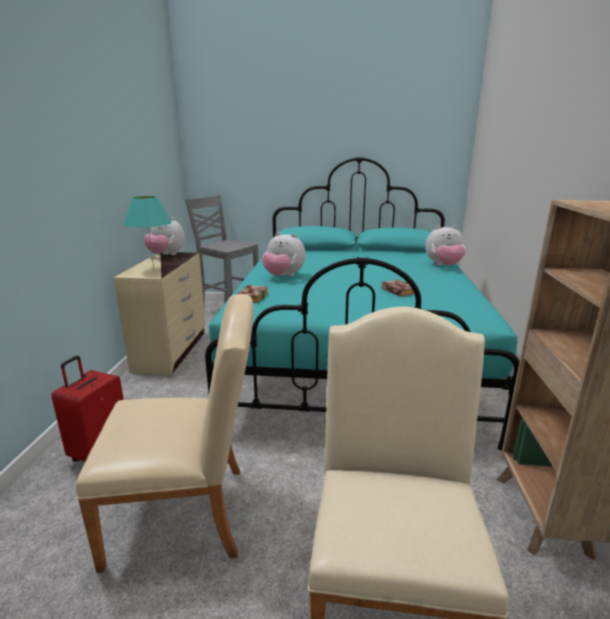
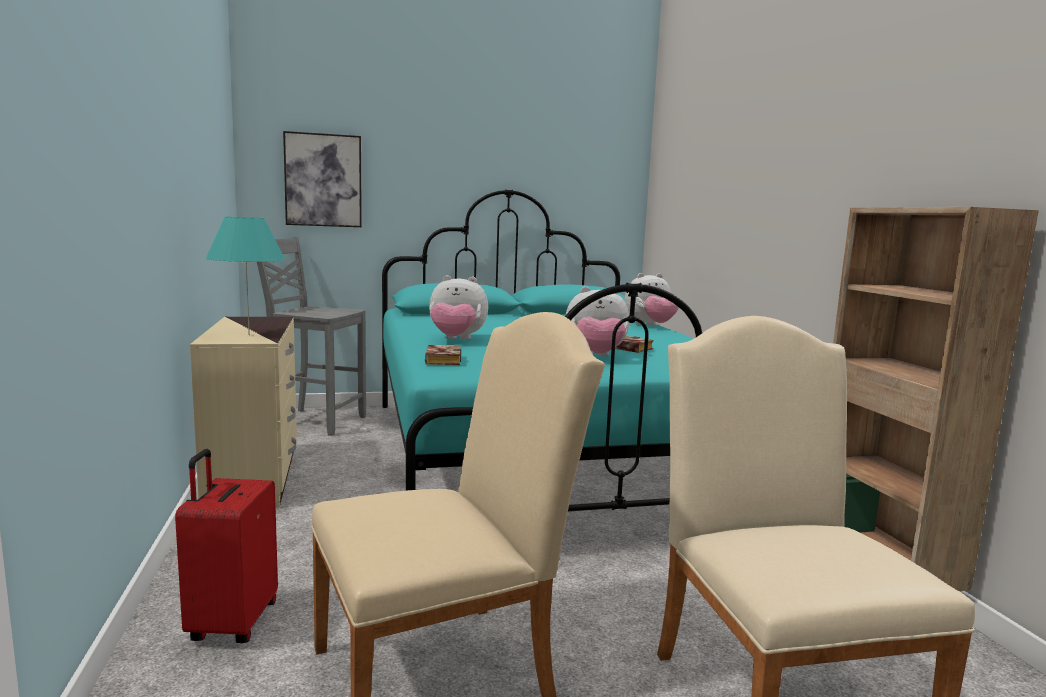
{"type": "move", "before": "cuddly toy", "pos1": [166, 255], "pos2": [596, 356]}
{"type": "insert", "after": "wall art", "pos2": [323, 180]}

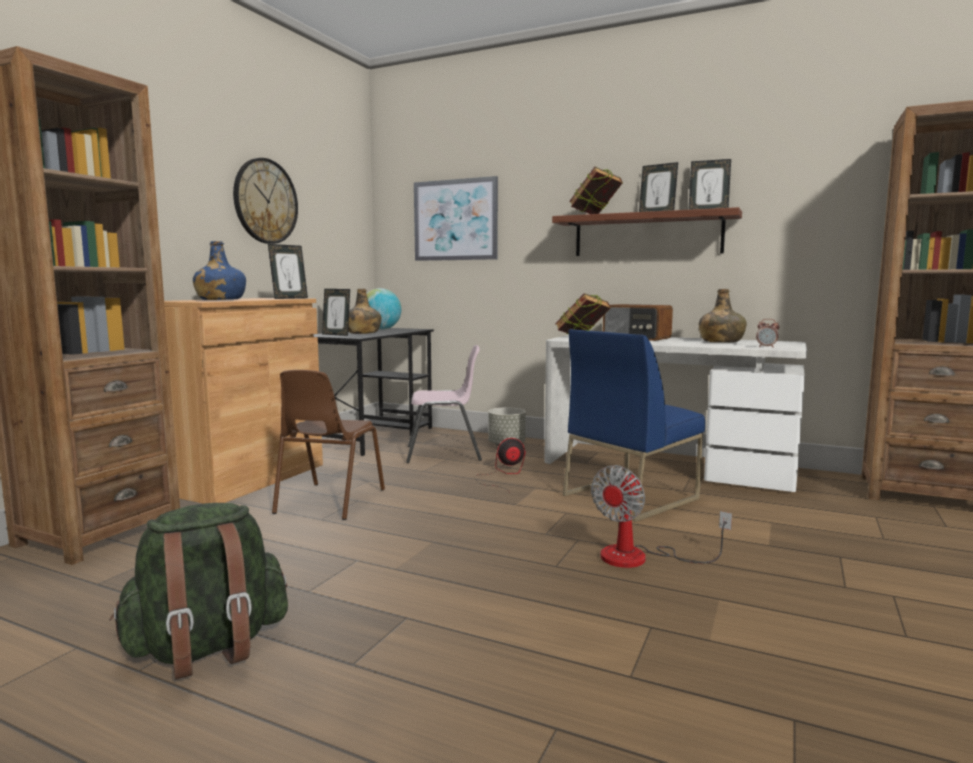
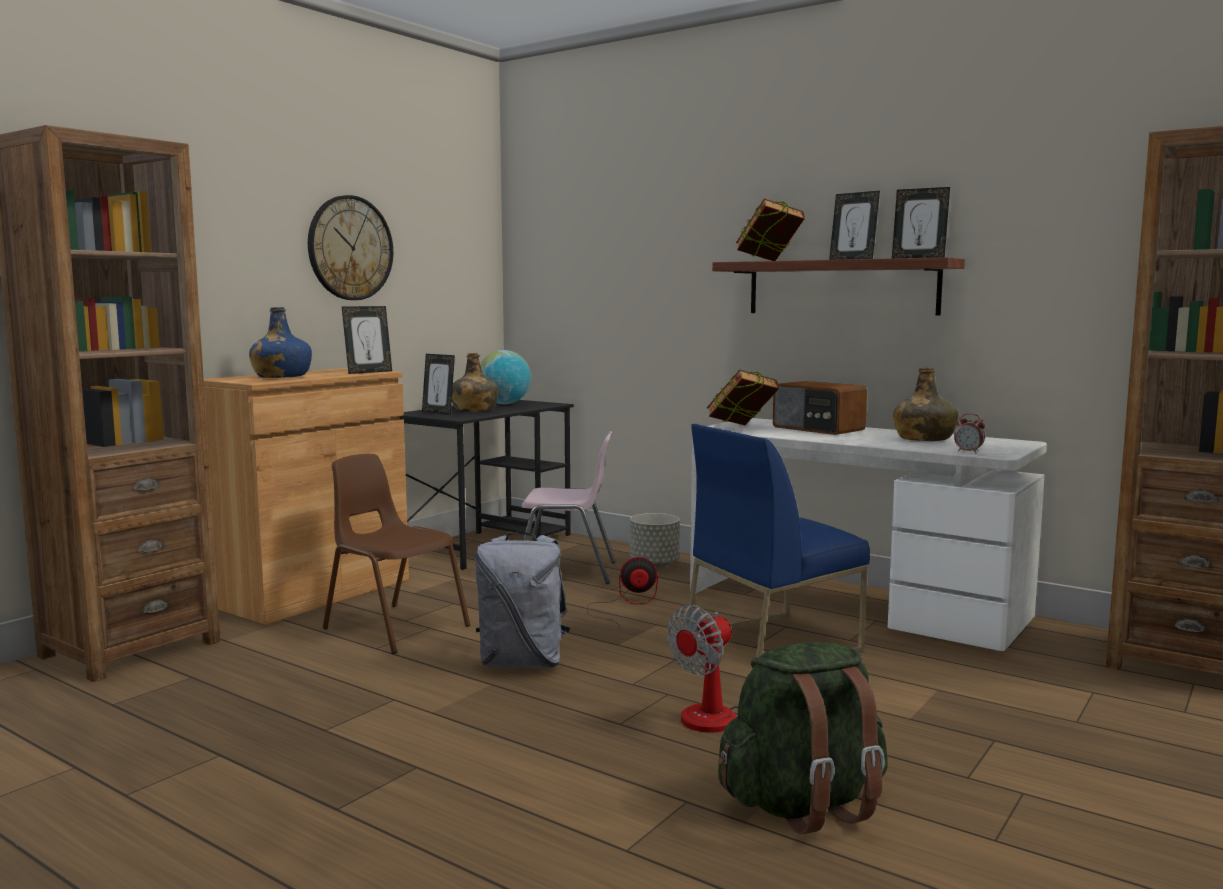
{"type": "delete", "before": "wall art", "pos1": [455, 220]}
{"type": "rotate", "before": "brownish chair", "pos1": [328, 501], "pos2": [394, 627], "turn": 105}
{"type": "move", "before": "green-coloured backpack", "pos1": [208, 648], "pos2": [803, 805]}
{"type": "insert", "after": "grey backpack", "pos2": [523, 663]}

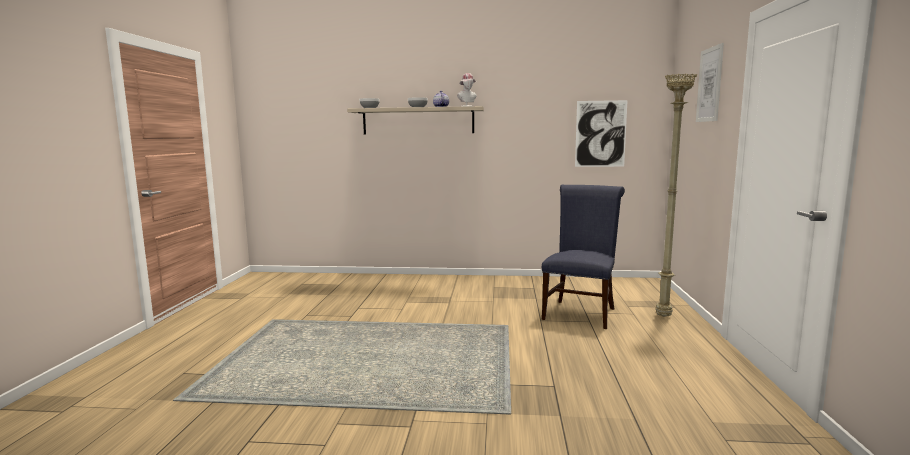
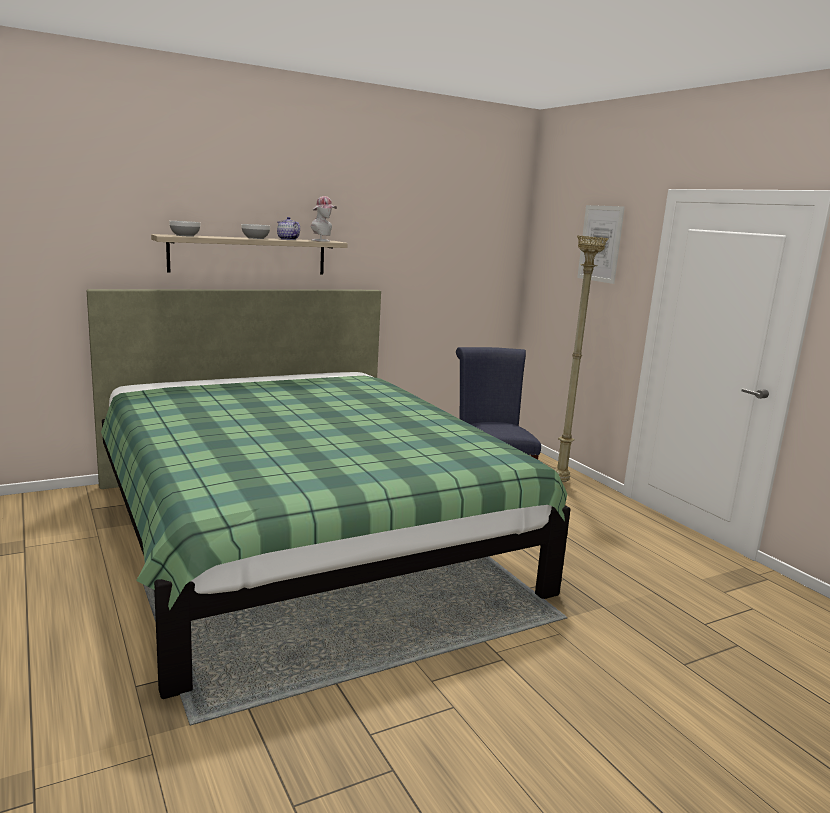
{"type": "delete", "before": "wall art", "pos1": [600, 134]}
{"type": "insert", "after": "green-coloured bed", "pos2": [301, 535]}

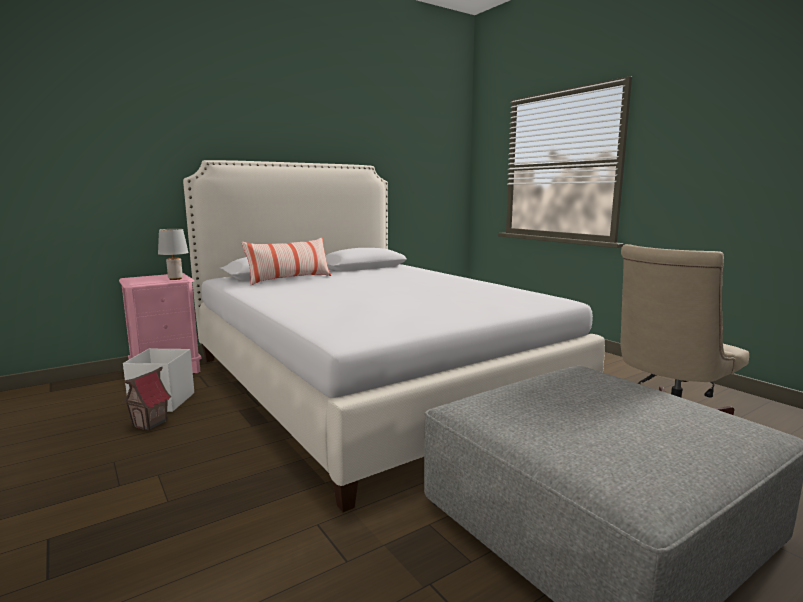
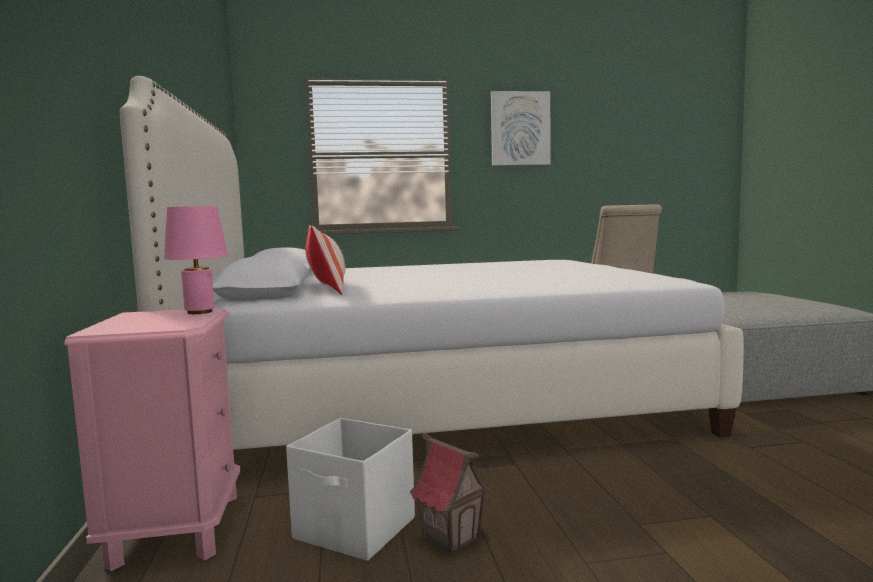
{"type": "recolor", "before": "grey lamp for a table", "after": "pink-coloured lamp for a table", "pos1": [176, 279], "pos2": [199, 312]}
{"type": "insert", "after": "wall art", "pos2": [520, 128]}

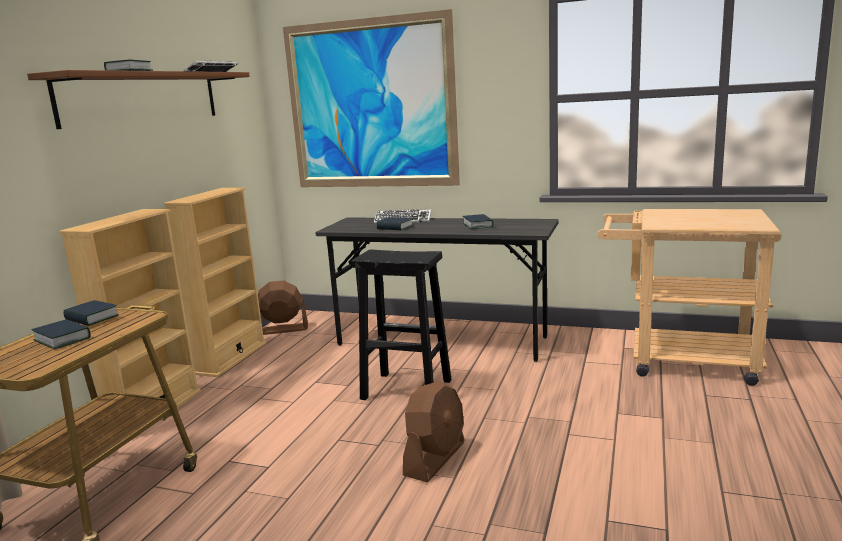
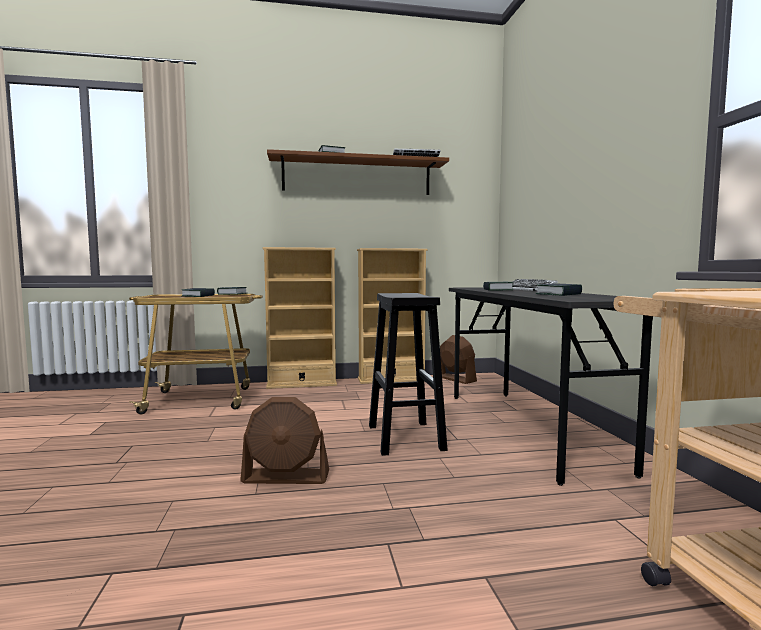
{"type": "delete", "before": "wall art", "pos1": [370, 105]}

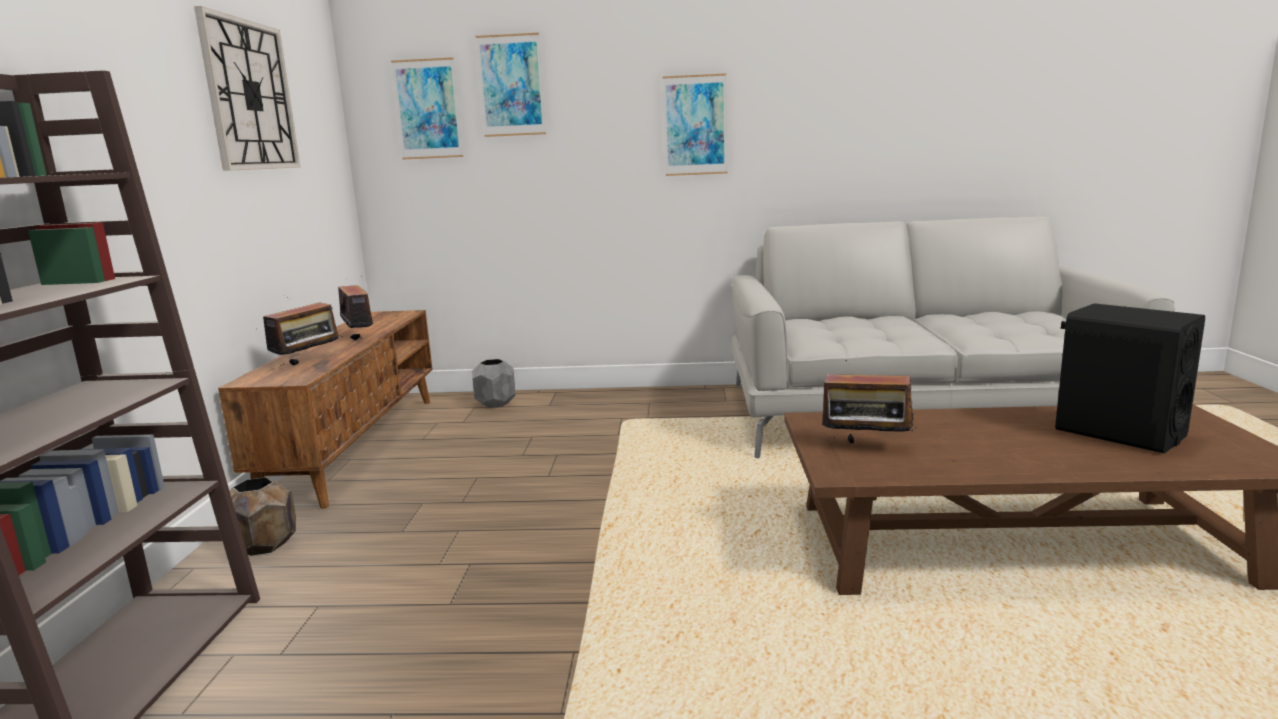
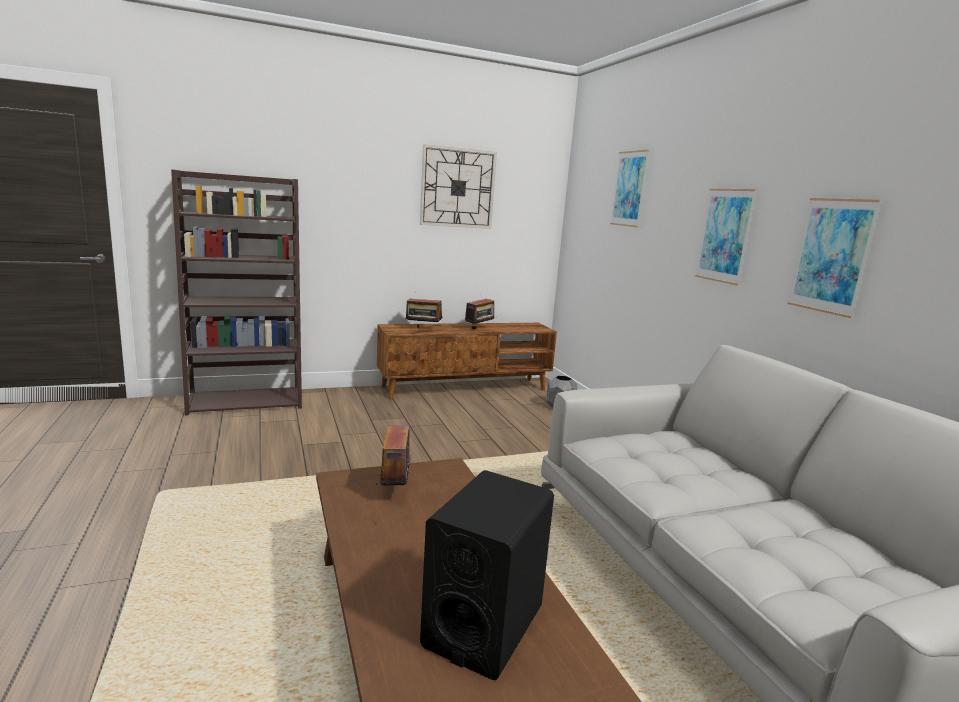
{"type": "move", "before": "wall art", "pos1": [427, 109], "pos2": [831, 256]}
{"type": "delete", "before": "brownish plant pot", "pos1": [263, 546]}

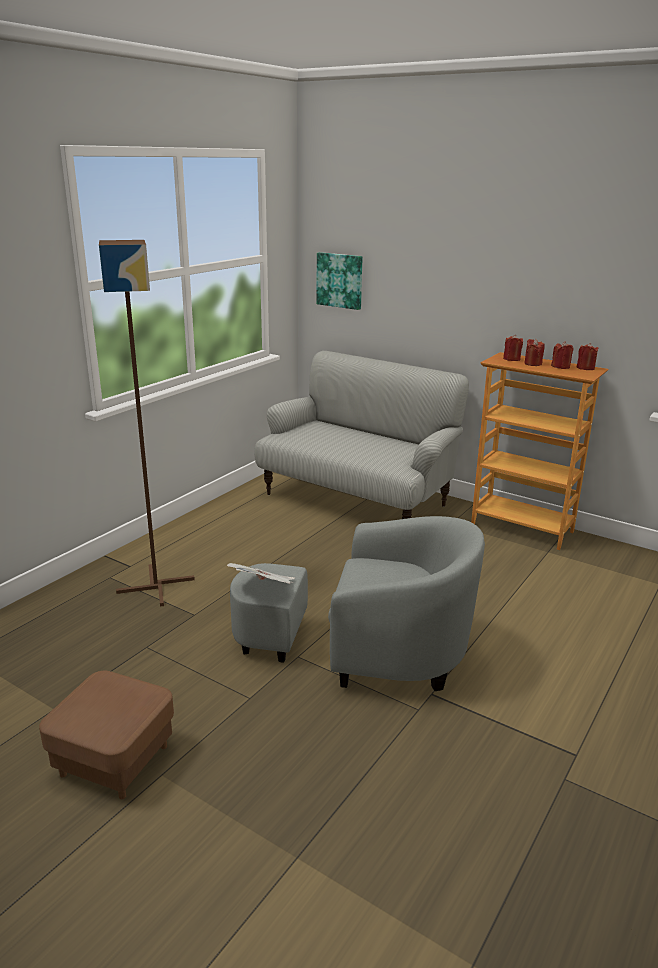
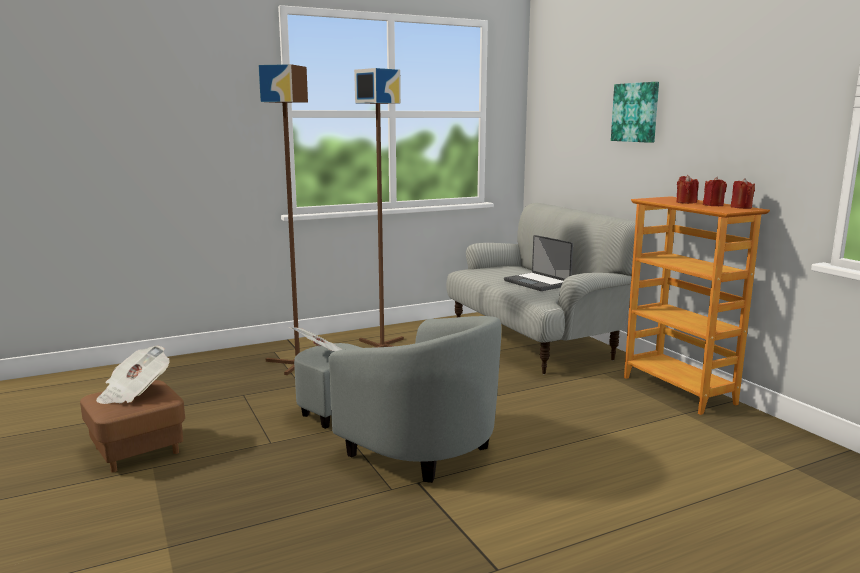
{"type": "move", "before": "wall art", "pos1": [340, 280], "pos2": [636, 112]}
{"type": "delete", "before": "reddish wax light", "pos1": [511, 359]}
{"type": "insert", "after": "brownish standard lamp", "pos2": [382, 346]}
{"type": "insert", "after": "notebook computer", "pos2": [538, 283]}
{"type": "insert", "after": "daily paper", "pos2": [134, 393]}

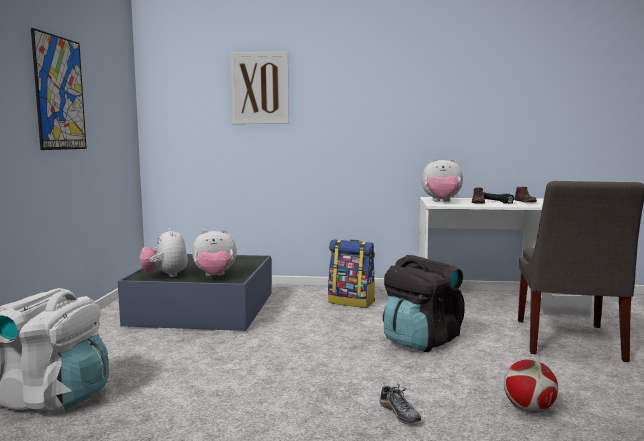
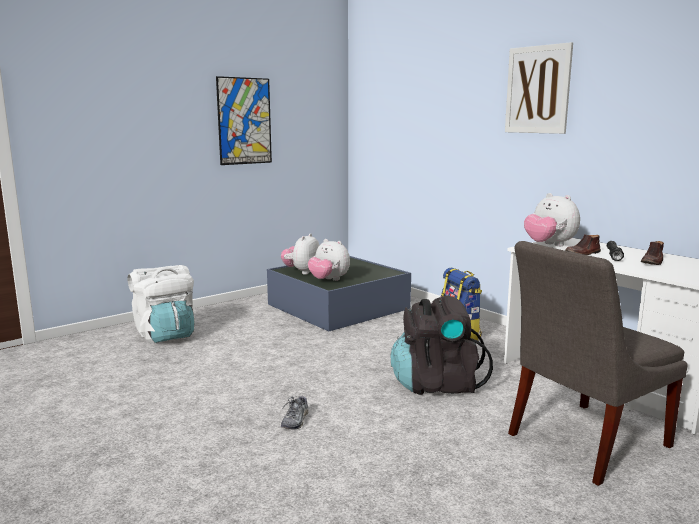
{"type": "move", "before": "wall art", "pos1": [259, 88], "pos2": [537, 90]}
{"type": "delete", "before": "football ball", "pos1": [529, 409]}

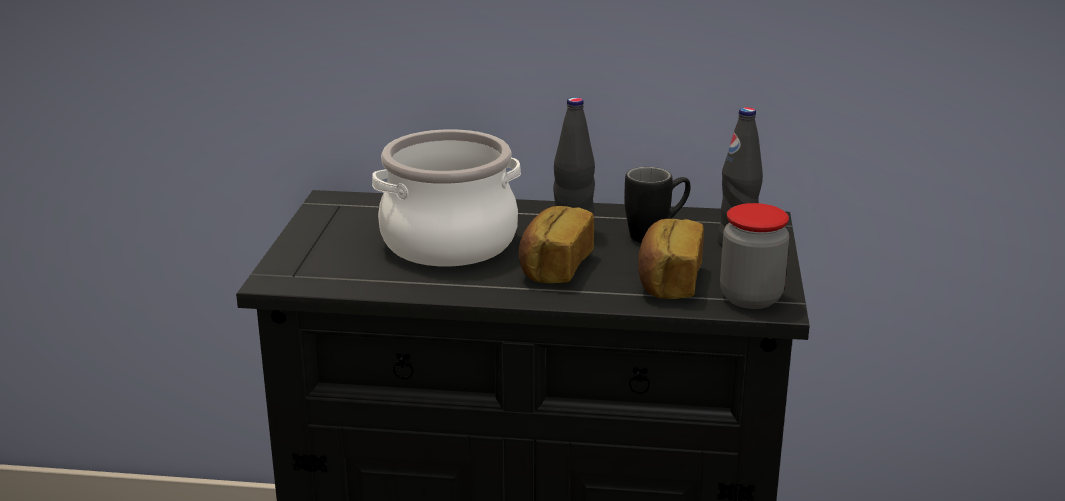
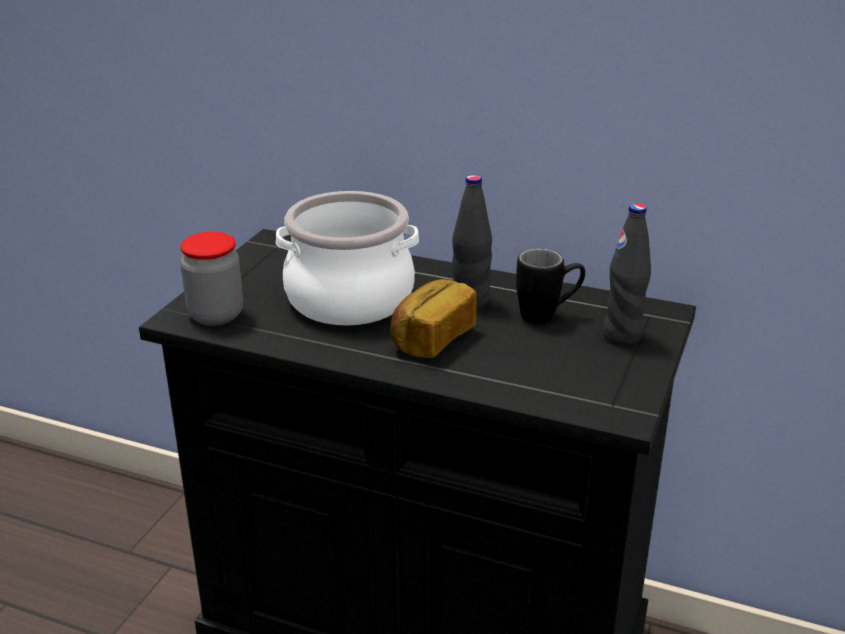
{"type": "move", "before": "jar", "pos1": [750, 298], "pos2": [216, 315]}
{"type": "delete", "before": "bakery bread", "pos1": [668, 281]}

